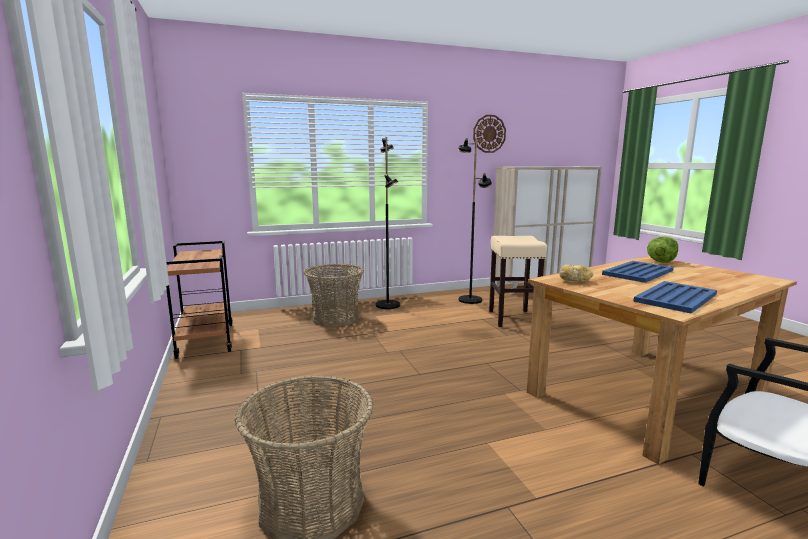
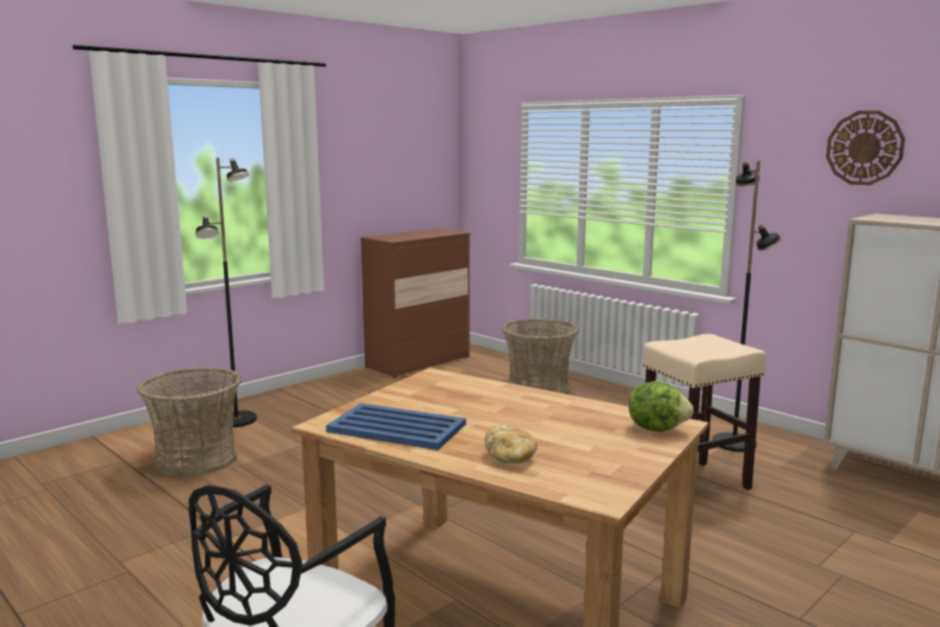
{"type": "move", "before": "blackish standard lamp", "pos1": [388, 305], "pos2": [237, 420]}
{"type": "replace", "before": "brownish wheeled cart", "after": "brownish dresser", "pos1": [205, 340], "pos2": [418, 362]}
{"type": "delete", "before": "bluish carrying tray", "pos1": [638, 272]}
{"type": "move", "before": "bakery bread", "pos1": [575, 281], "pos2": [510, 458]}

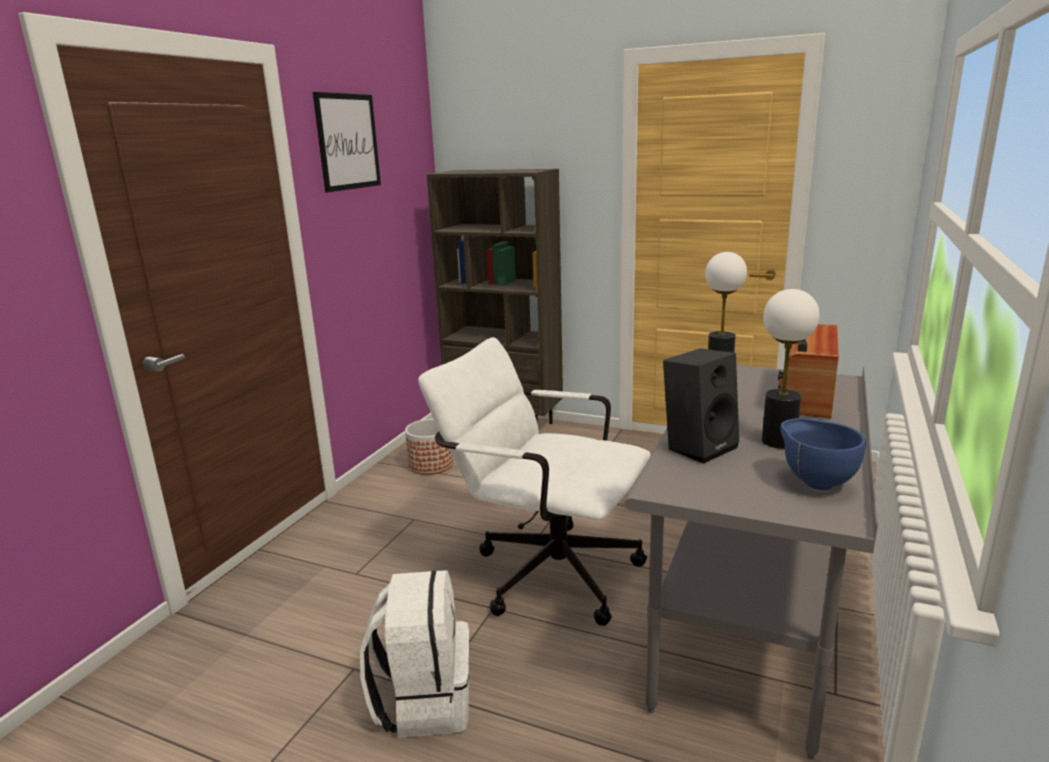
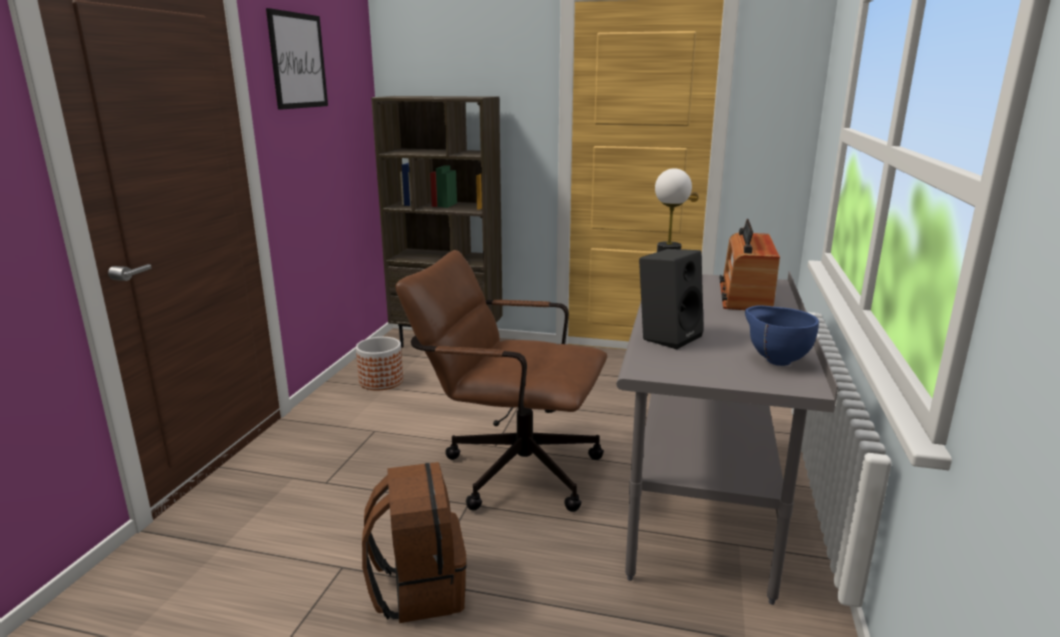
{"type": "delete", "before": "lamp for a table", "pos1": [779, 441]}
{"type": "recolor", "before": "white-coloured office chair", "after": "brownish office chair", "pos1": [543, 570], "pos2": [509, 468]}
{"type": "recolor", "before": "white-coloured backpack", "after": "brownish backpack", "pos1": [424, 700], "pos2": [418, 589]}

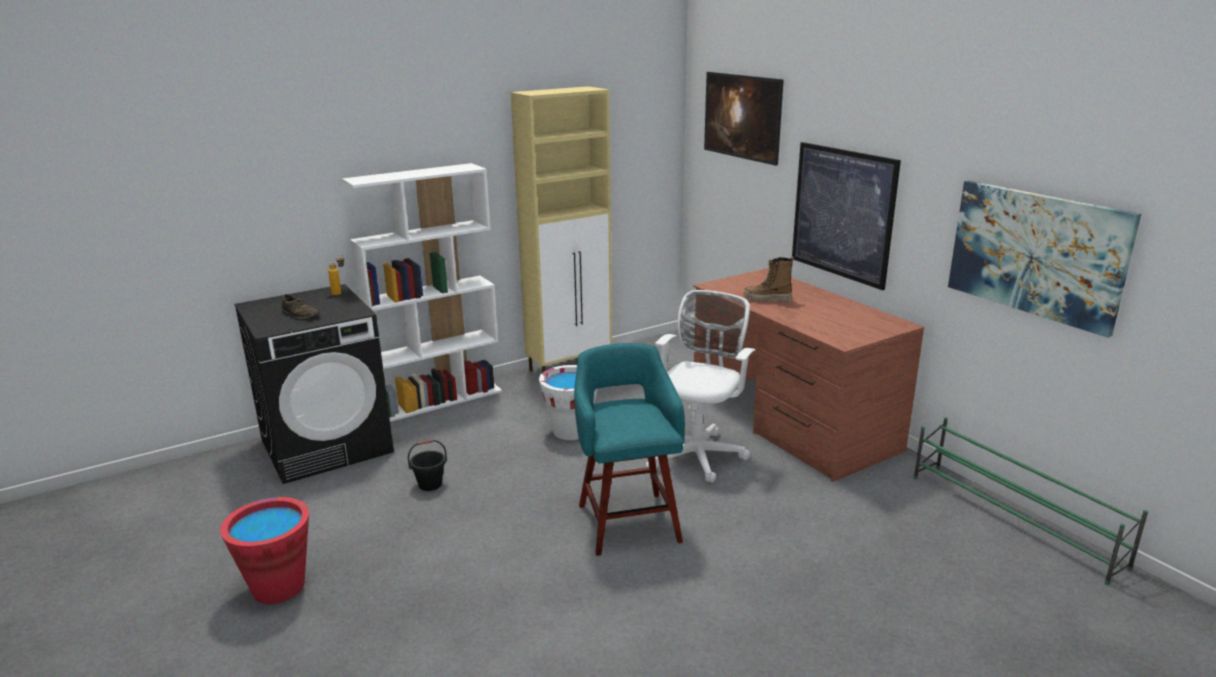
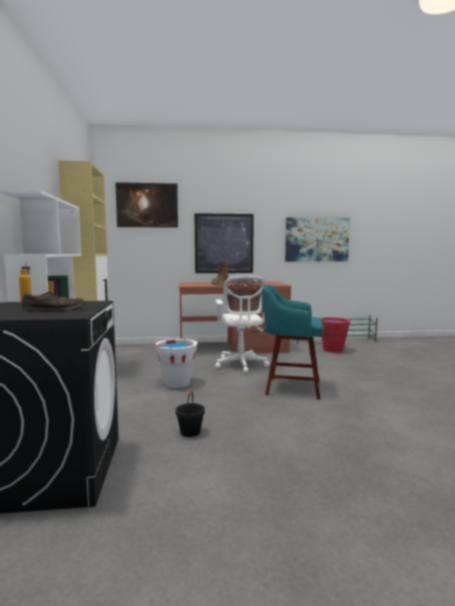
{"type": "rotate", "before": "white-coloured office chair", "pos1": [698, 454], "pos2": [241, 365], "turn": -150}
{"type": "move", "before": "reddish bucket", "pos1": [279, 587], "pos2": [333, 350]}

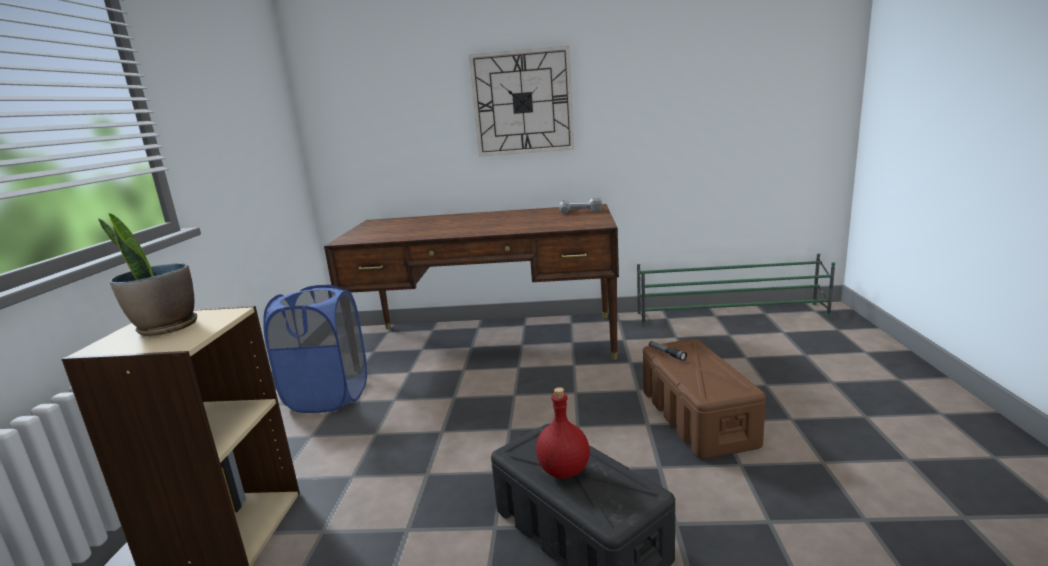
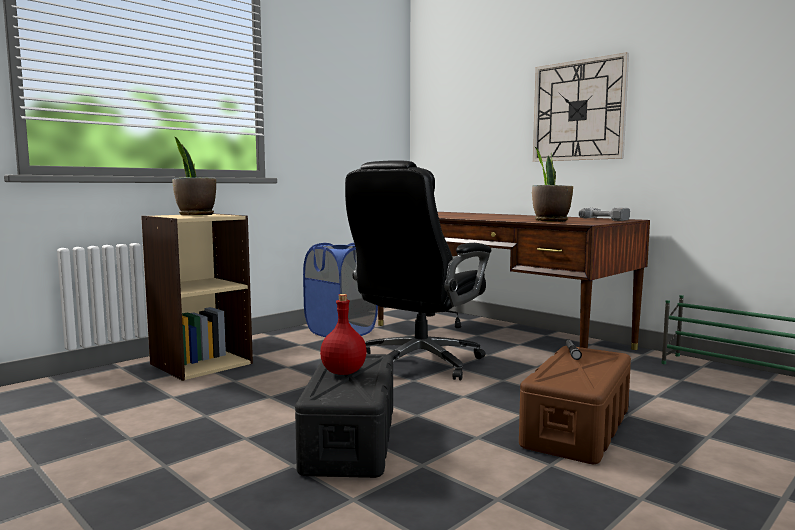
{"type": "insert", "after": "houseplant", "pos2": [550, 221]}
{"type": "insert", "after": "blackish office chair", "pos2": [418, 363]}

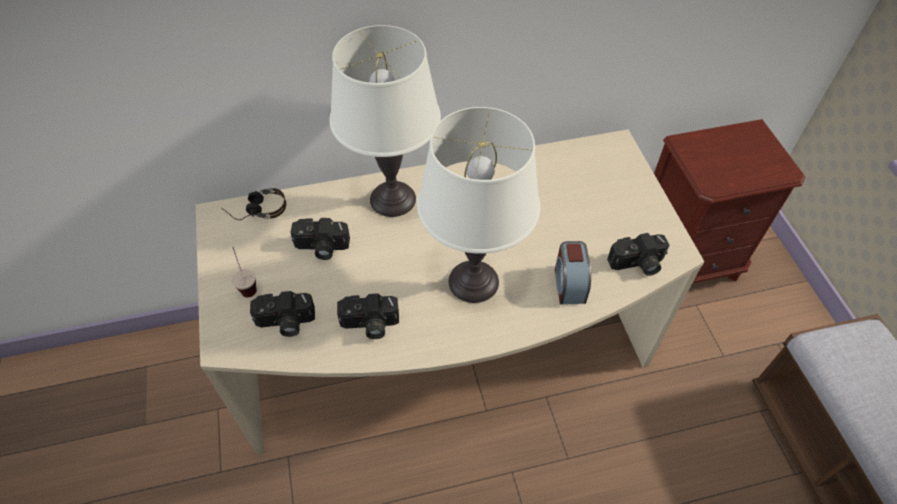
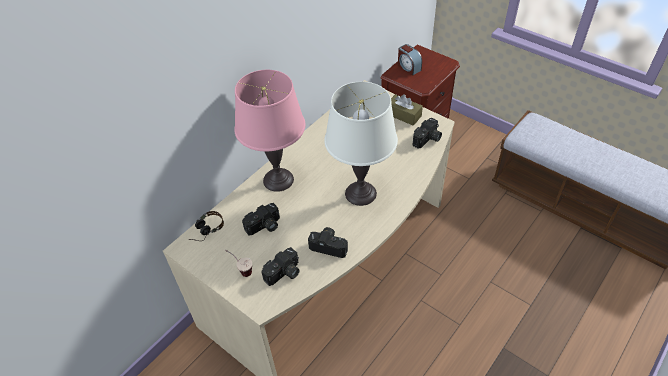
{"type": "recolor", "before": "white-coloured lamp for a table", "after": "pink-coloured lamp for a table", "pos1": [393, 199], "pos2": [278, 180]}
{"type": "move", "before": "alarm clock", "pos1": [569, 284], "pos2": [408, 67]}
{"type": "rotate", "before": "photo camera", "pos1": [369, 325], "pos2": [329, 246], "turn": -120}
{"type": "insert", "after": "brownish tissue box", "pos2": [403, 115]}

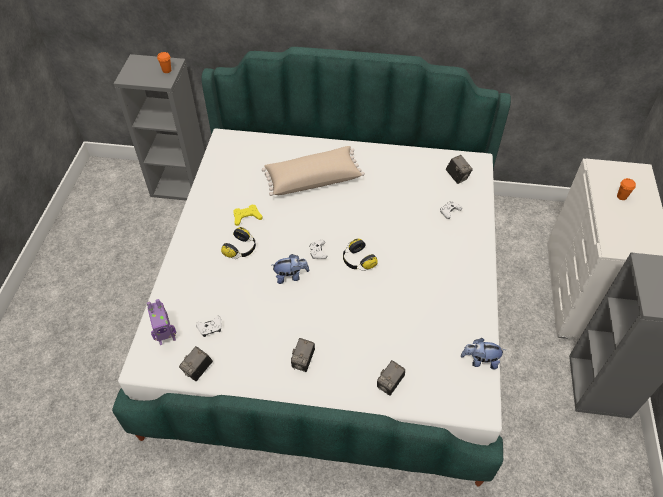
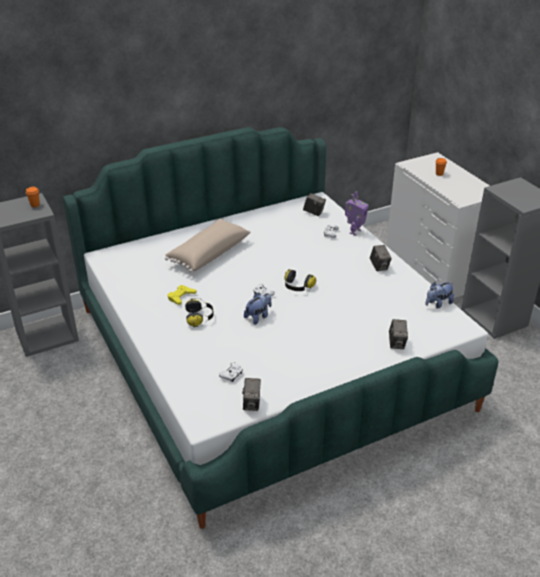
{"type": "move", "before": "model robot", "pos1": [166, 337], "pos2": [354, 231]}
{"type": "move", "before": "photo camera", "pos1": [303, 361], "pos2": [379, 266]}

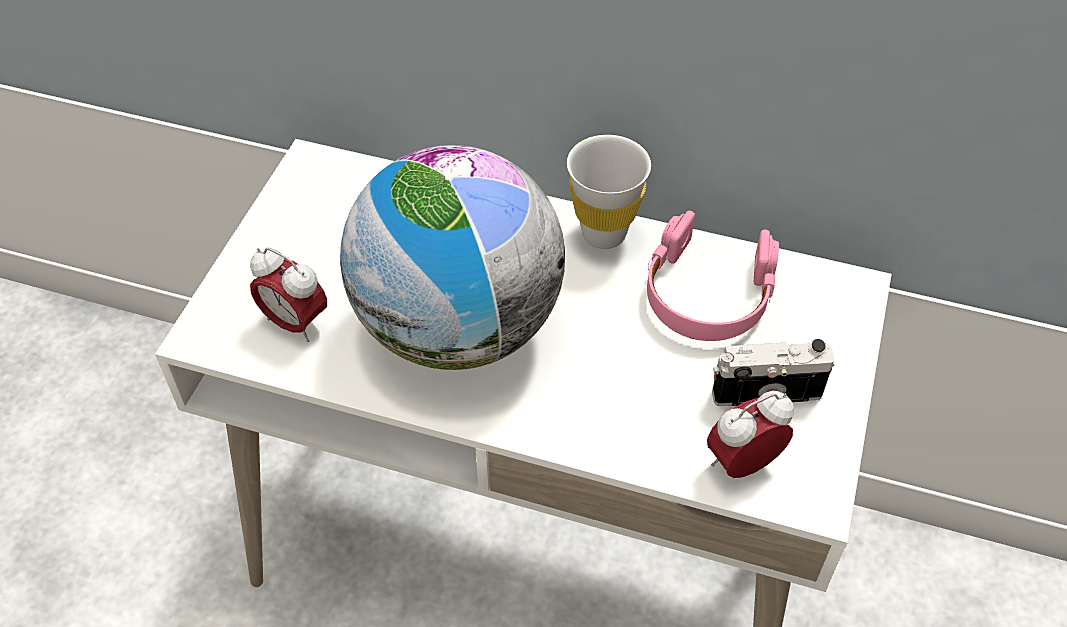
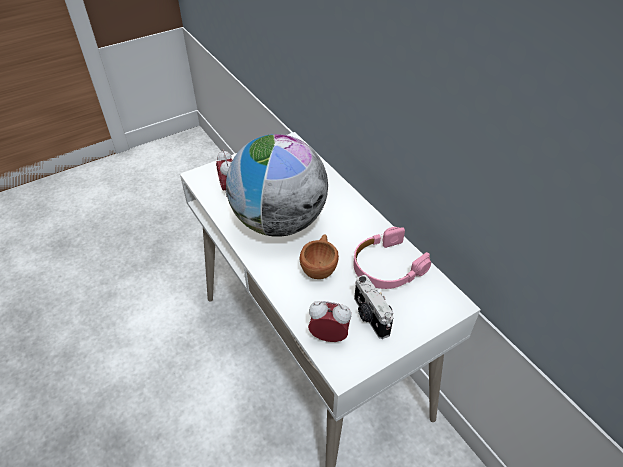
{"type": "delete", "before": "white-coloured drinking cup", "pos1": [604, 234]}
{"type": "rotate", "before": "photo camera", "pos1": [765, 390], "pos2": [369, 316], "turn": -150}
{"type": "insert", "after": "brownish drinking cup", "pos2": [320, 266]}

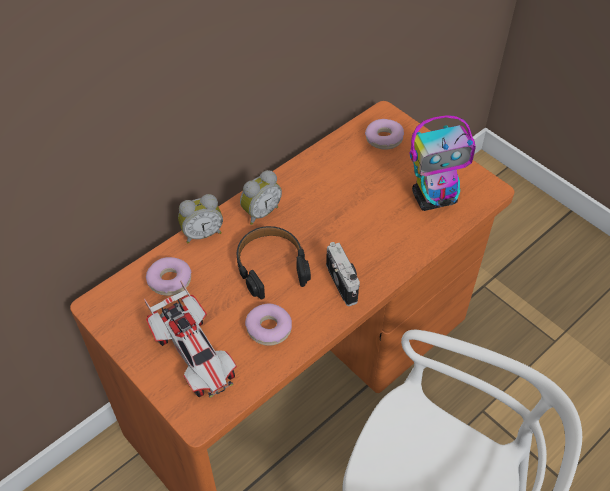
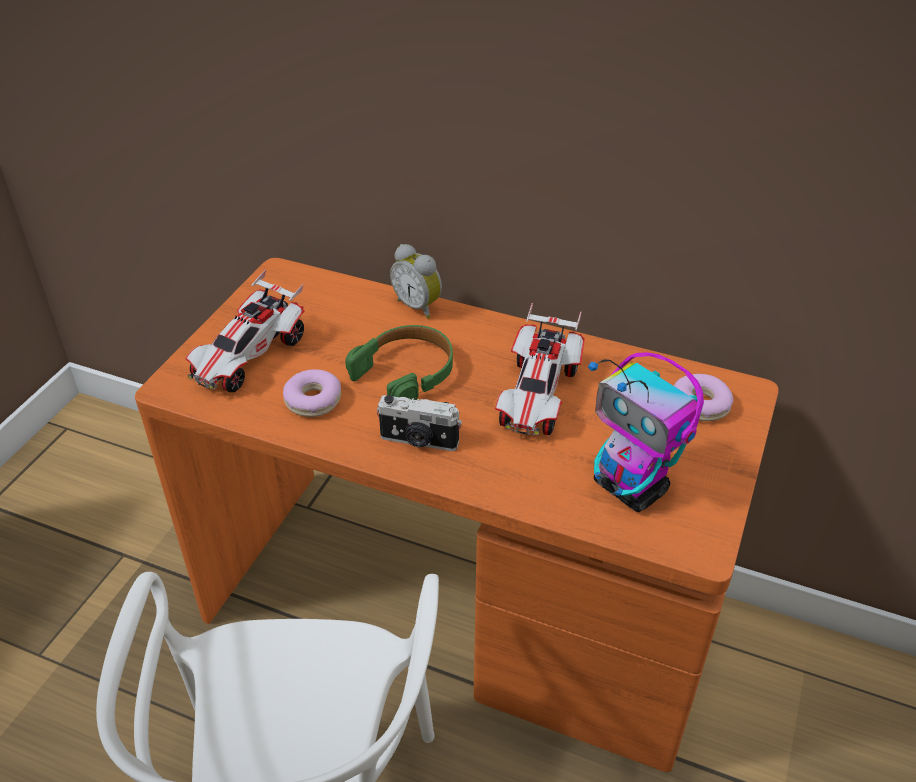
{"type": "delete", "before": "alarm clock", "pos1": [260, 212]}
{"type": "recolor", "before": "blackish headset", "after": "green-coloured headset", "pos1": [271, 266], "pos2": [406, 372]}
{"type": "rotate", "before": "photo camera", "pos1": [343, 282], "pos2": [419, 441], "turn": 60}
{"type": "delete", "before": "donut", "pos1": [170, 280]}
{"type": "insert", "after": "miniature car", "pos2": [538, 396]}

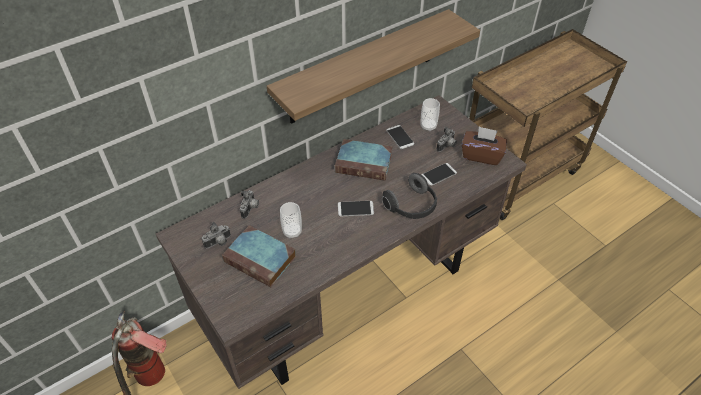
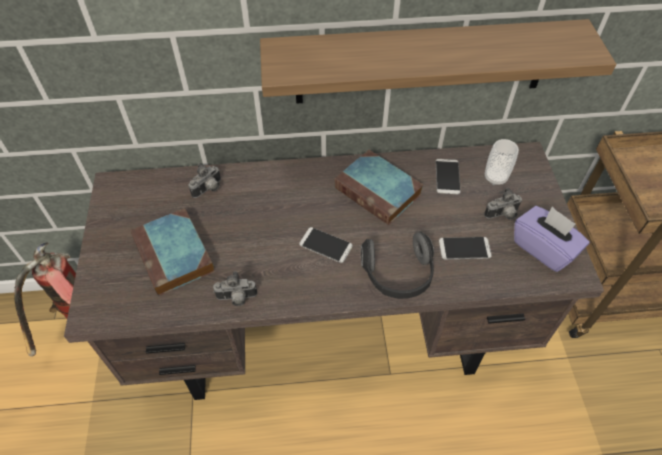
{"type": "recolor", "before": "brownish tissue box", "after": "purple tissue box", "pos1": [481, 155], "pos2": [543, 248]}
{"type": "delete", "before": "drinking cup", "pos1": [292, 231]}
{"type": "move", "before": "photo camera", "pos1": [219, 243], "pos2": [236, 299]}

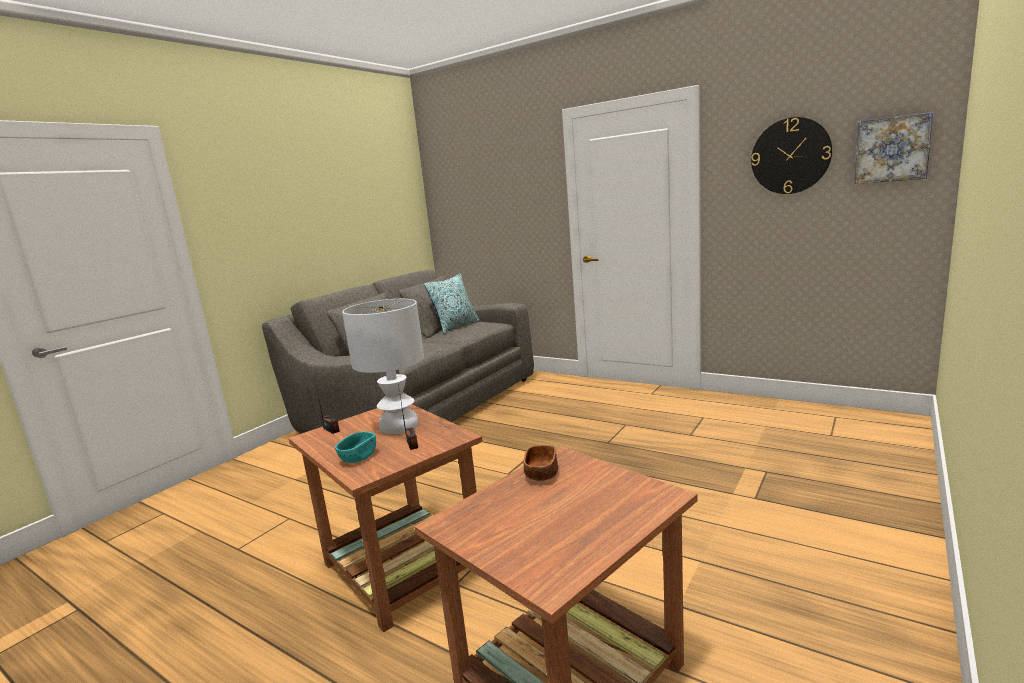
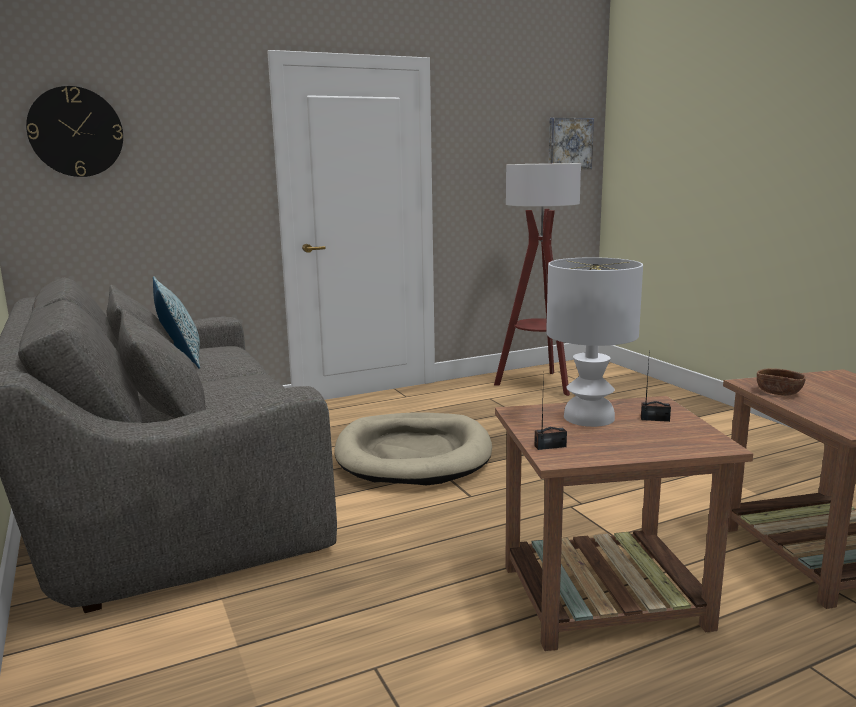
{"type": "move", "before": "clock on the wall", "pos1": [790, 156], "pos2": [76, 132]}
{"type": "delete", "before": "blue-green bowl", "pos1": [358, 457]}
{"type": "insert", "after": "standard lamp", "pos2": [538, 384]}
{"type": "insert", "after": "sand-coloured pet bed", "pos2": [413, 454]}

